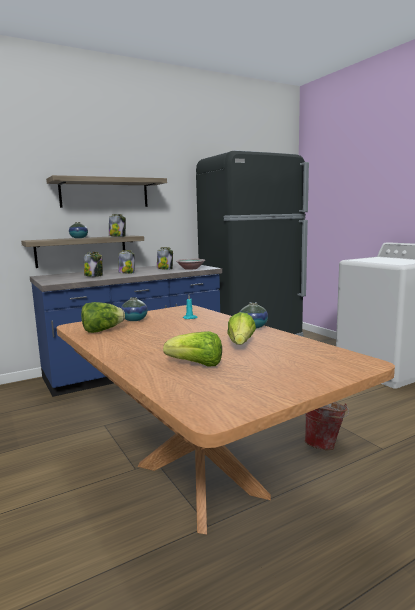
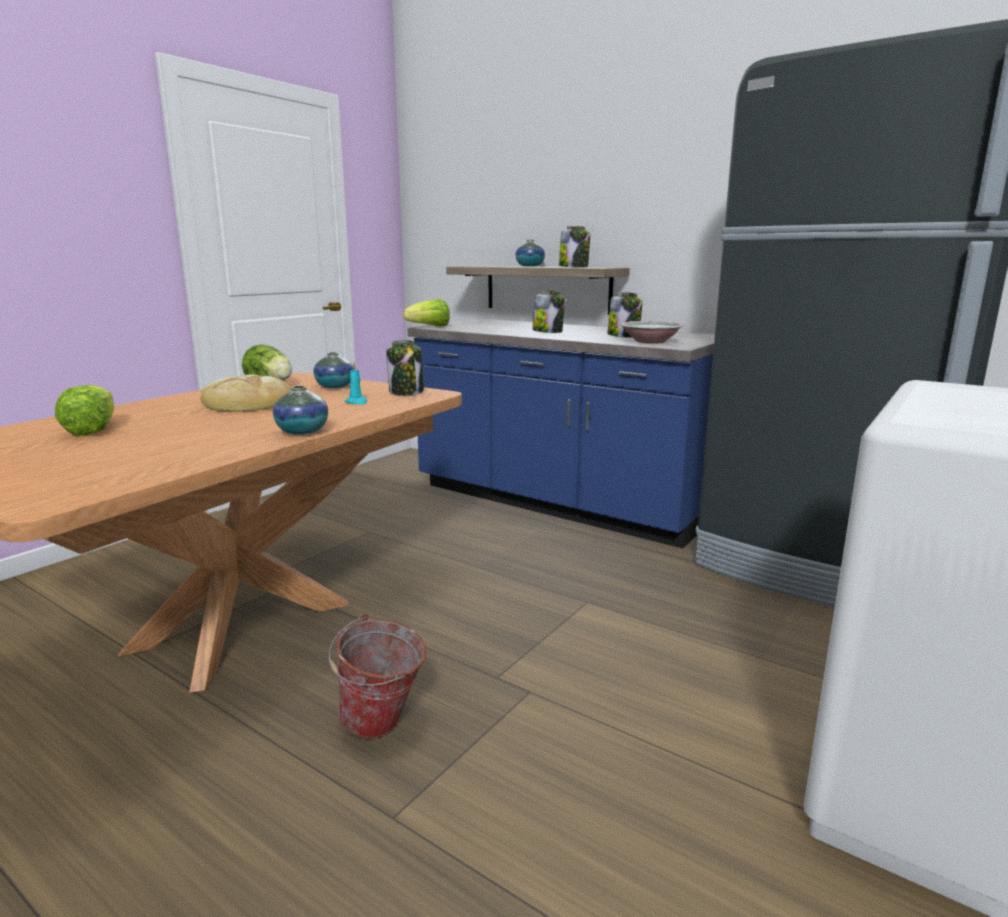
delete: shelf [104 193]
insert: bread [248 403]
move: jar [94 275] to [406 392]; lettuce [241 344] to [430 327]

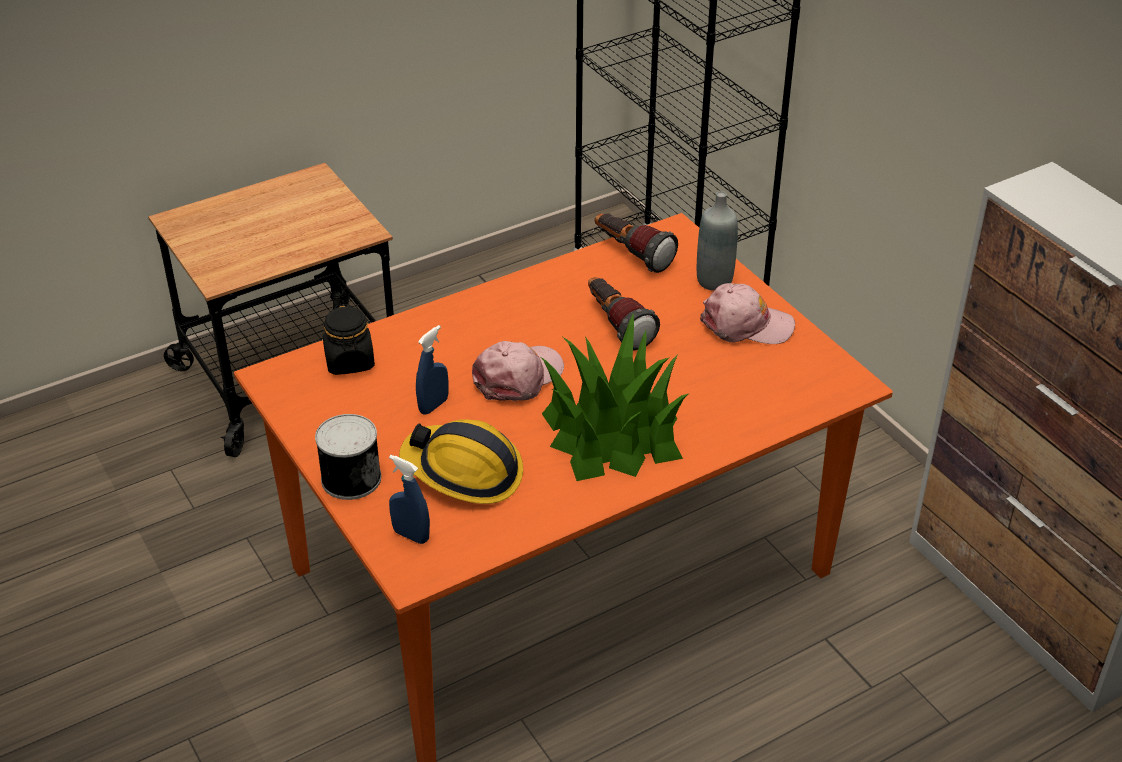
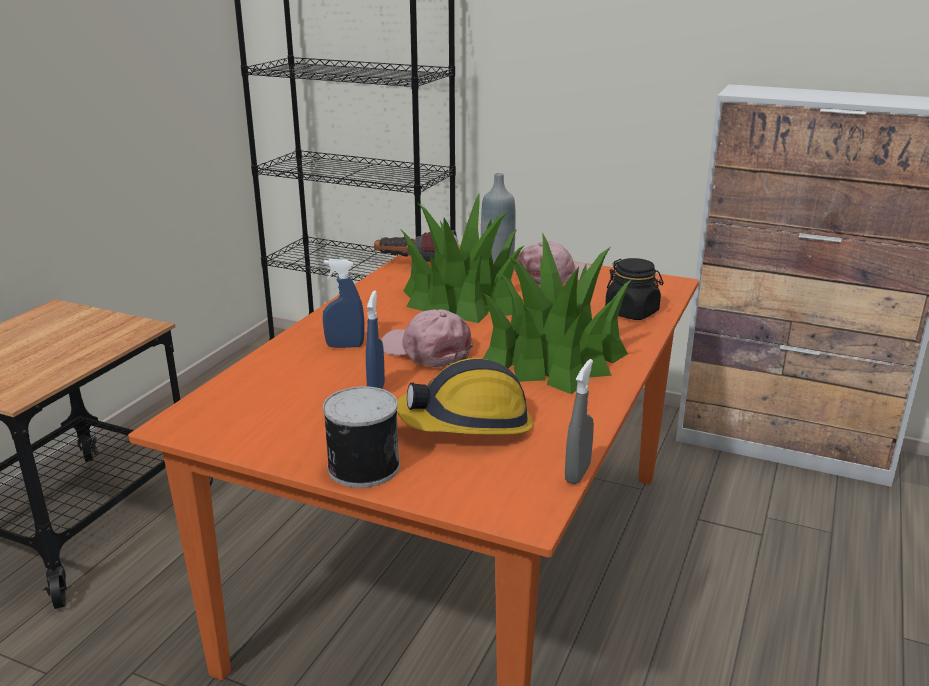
insert: spray bottle/grey [577 473]
move: spray bottle/blue [411 535] to [345 346]; jar/black [350 361] to [632 312]
replace: flashlight [616 325] to potted plant [462 301]
rotate: cap/pink [518 377] = [427 350] 60 degrees counterclockwise

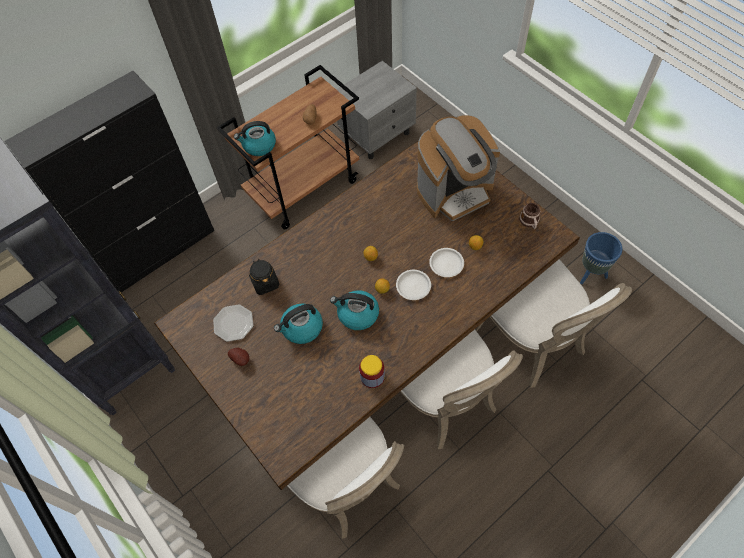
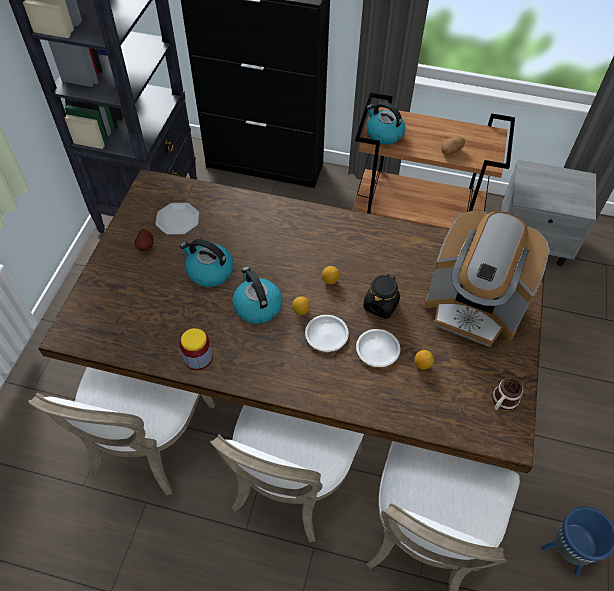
move: jar/black [265 283] to [380 305]

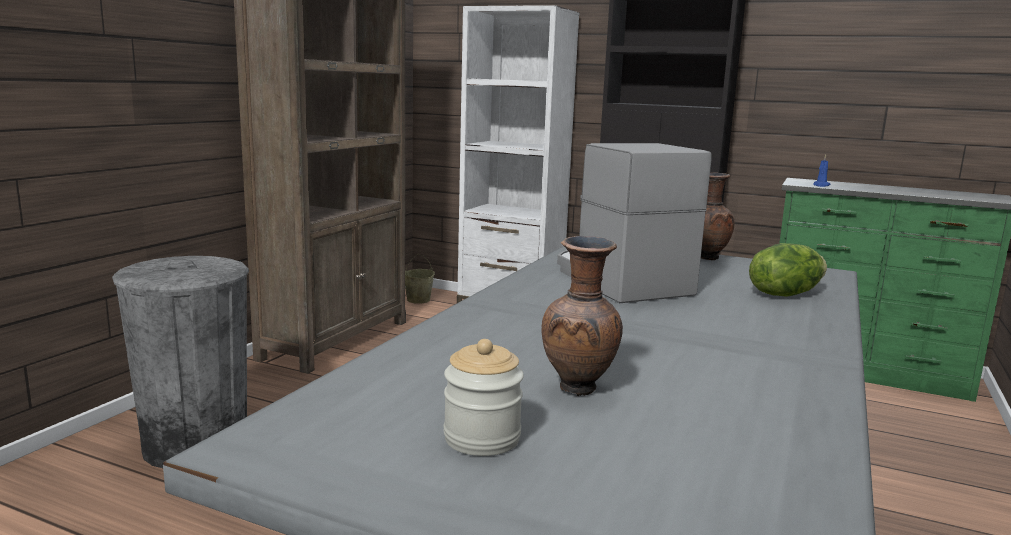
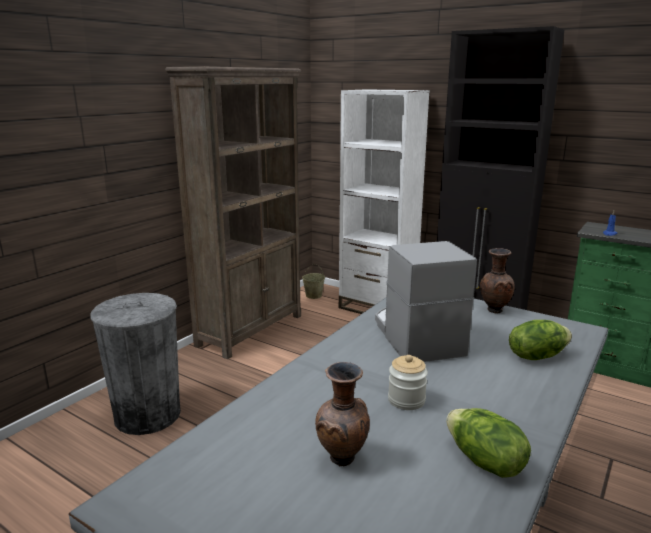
insert: lettuce [484 462]
move: jar [482 438] to [406 400]

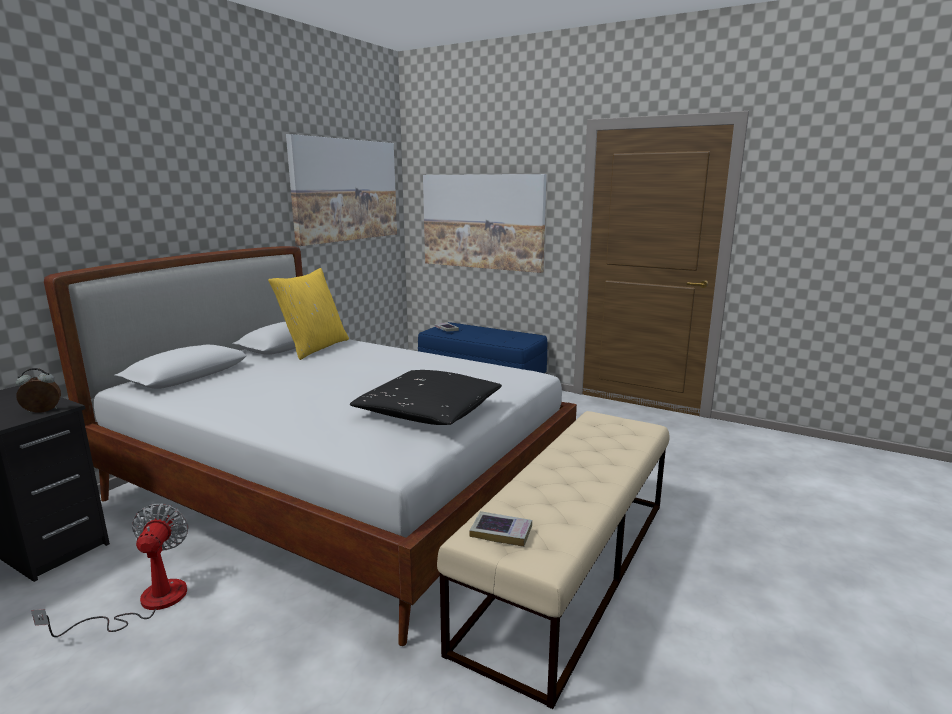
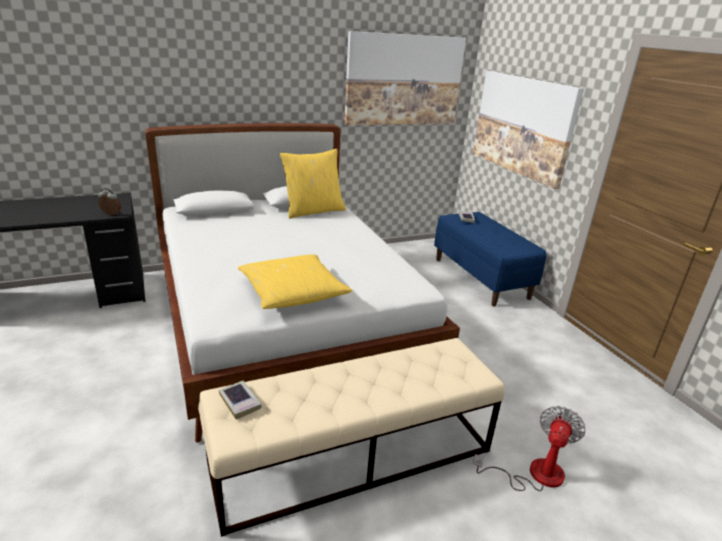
move: fan [146 603] to [534 474]
recolor: pillow/black [429 412] to pillow/yellow [293 292]

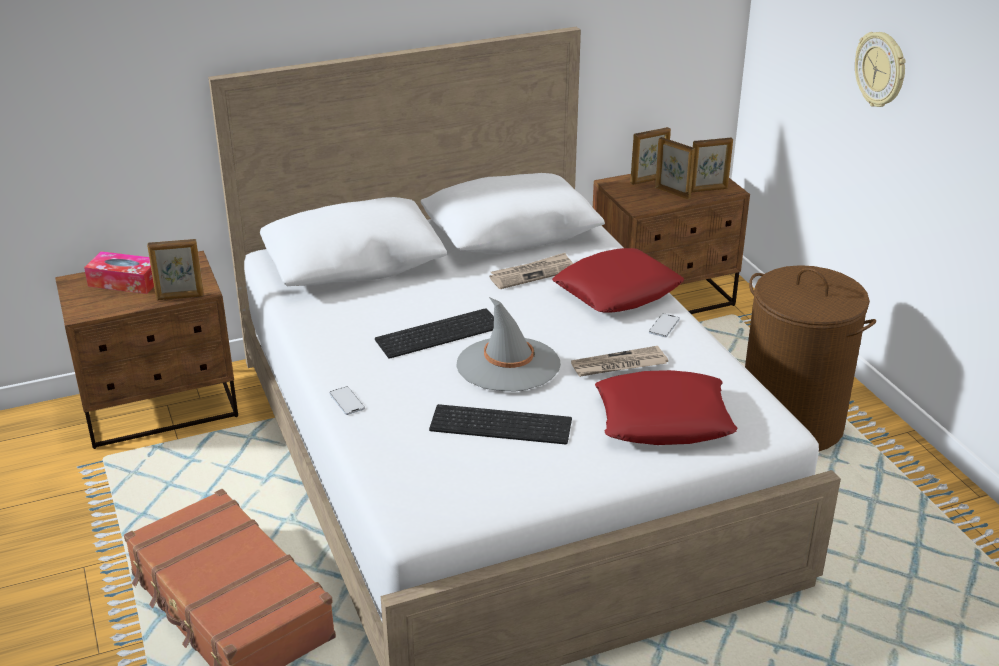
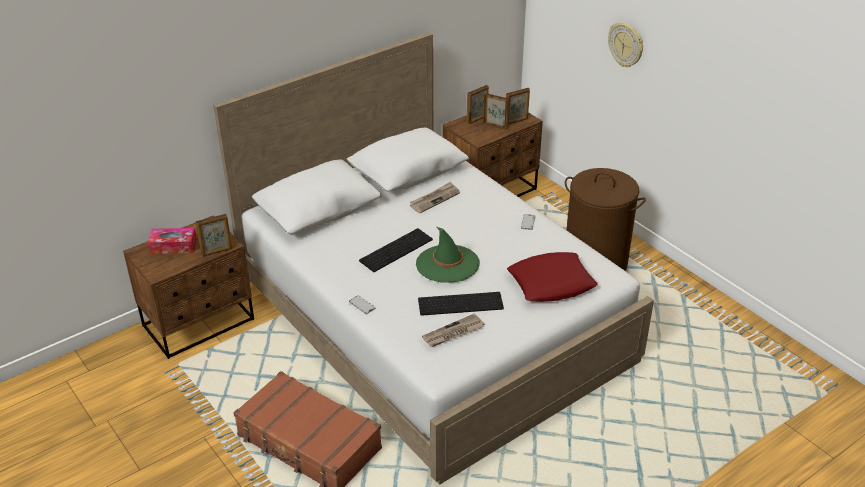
delete: pillow/red [617 290]
move: newspaper [618 365] to [453 333]
recolor: hat/grey [508 365] to hat/green [447 264]

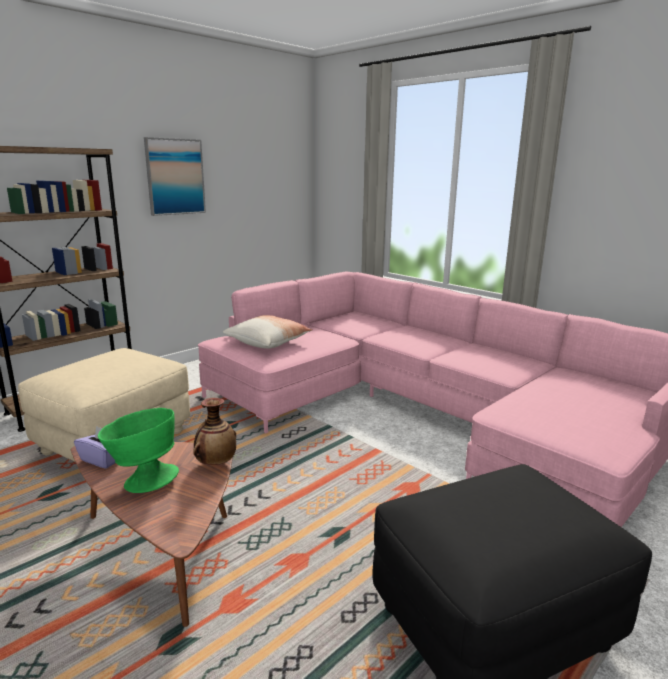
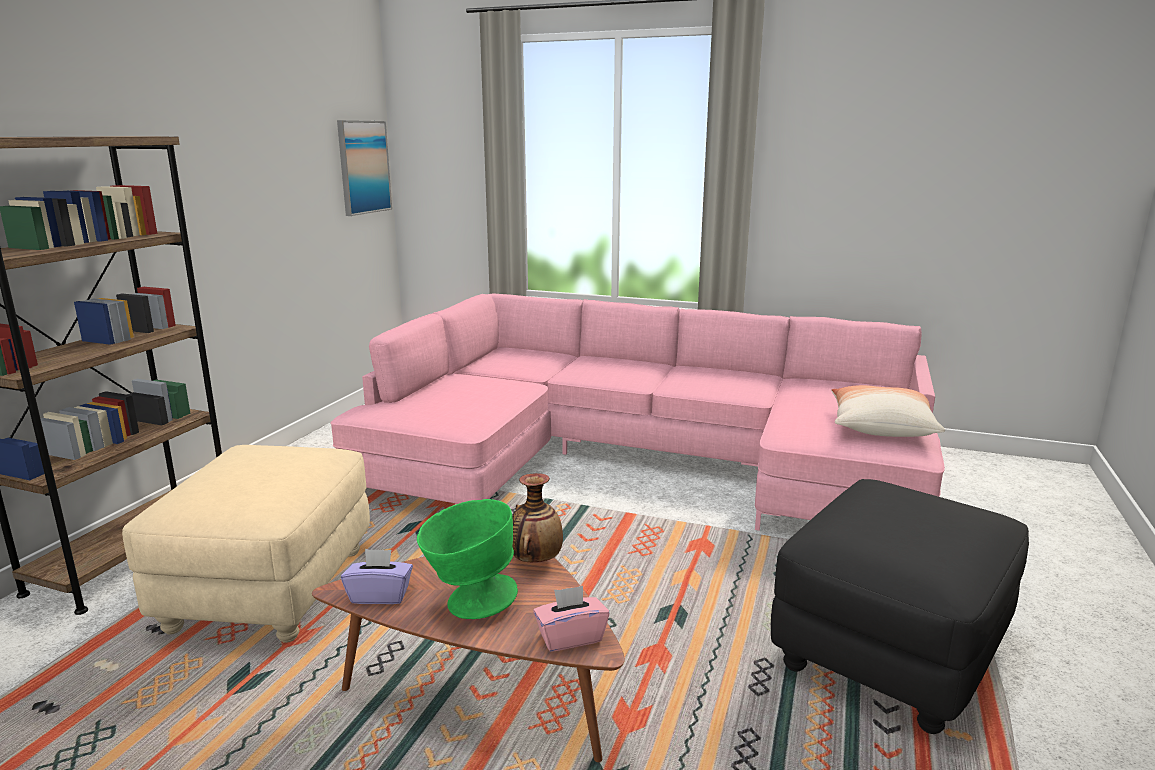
insert: tissue box/pink [570 637]
move: picture [175 177] to [363 167]; pillow [268 342] to [880 427]

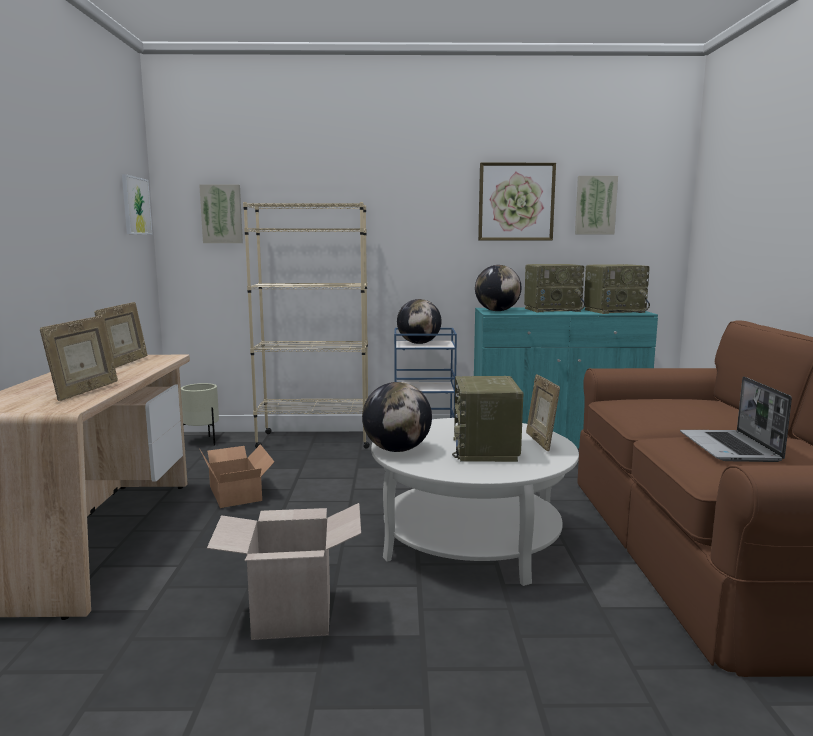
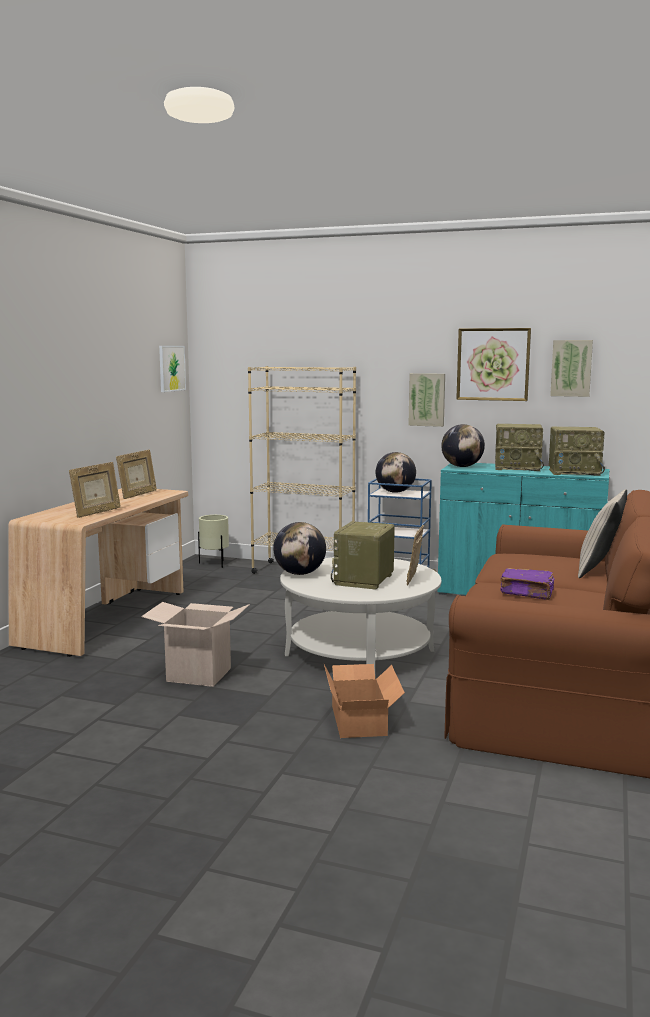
insert: pillow/beige [600 569]
move: cardboard box [237 492] to [361 719]; picture [222 214] to [427 399]
replace: laptop [730 448] to book/purple [527 593]

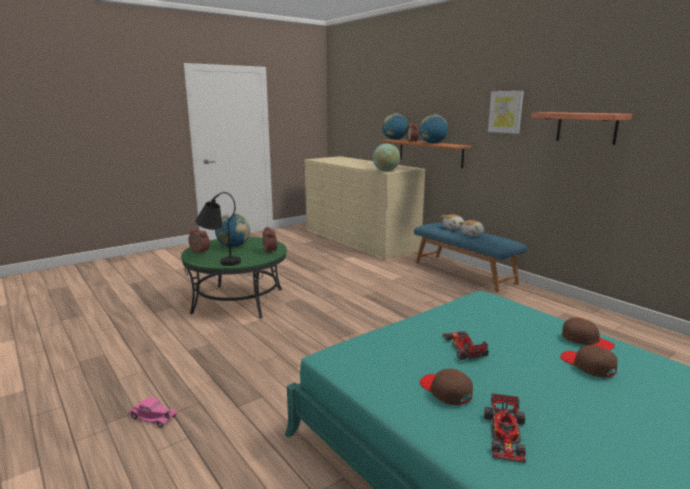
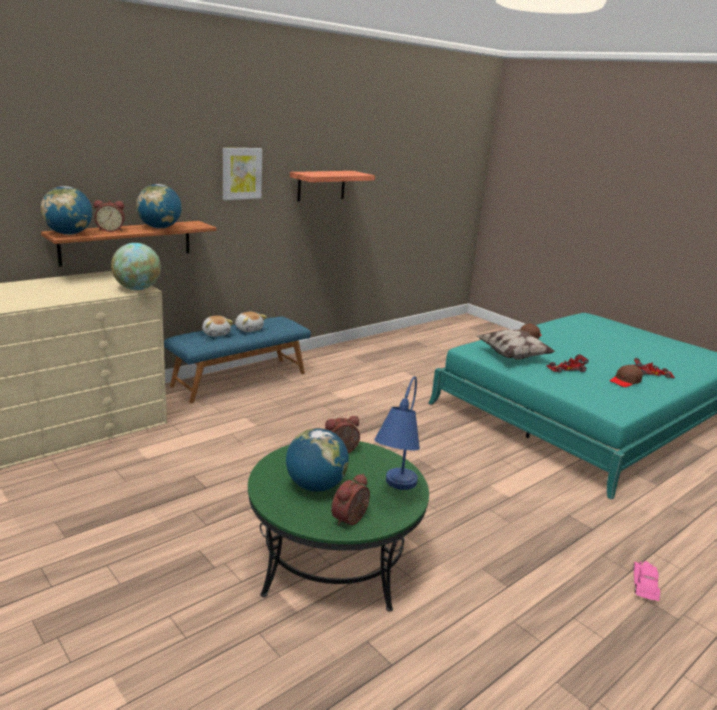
delete: cap/brown [587 366]
insert: pillow [512 356]
recolor: table lamp/black [219 260] to table lamp/blue [394 492]

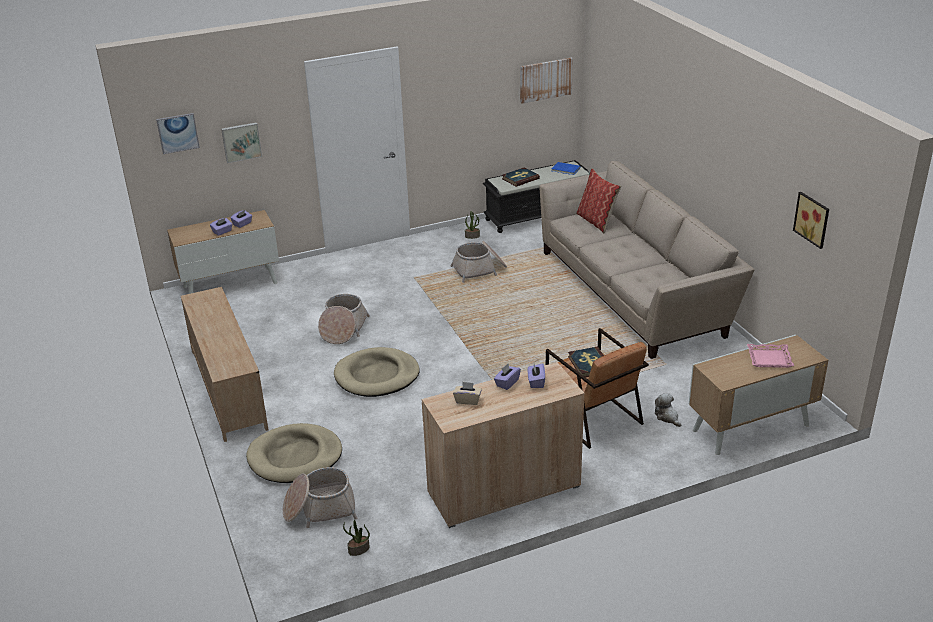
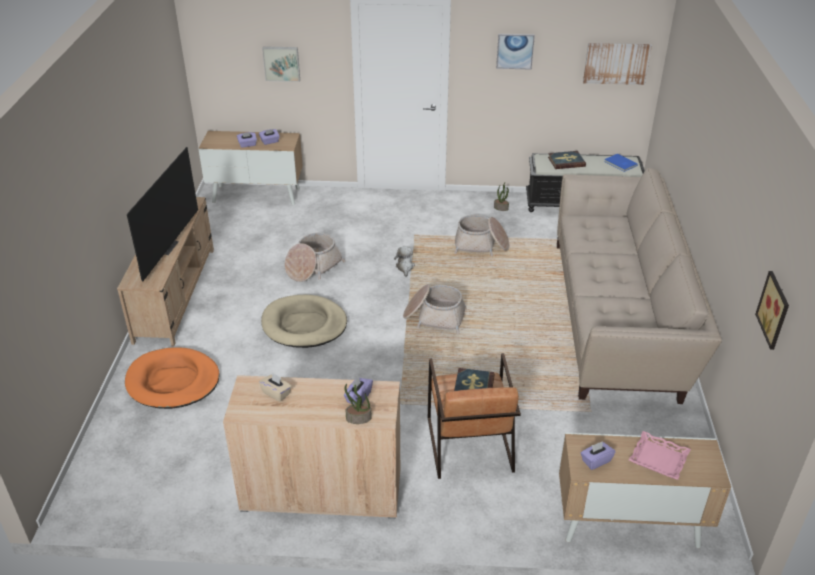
delete: pillow [596 221]
insert: television [166 247]
move: potted plant [358 550] to [358 418]; plush toy [667 417] to [405 267]; basket [319 508] to [434 317]; picture [178 133] to [515 51]; tissue box/purple [507 383] to [595 461]
recolor: dog bed/beige [295 457] to dog bed/orange [173 381]

